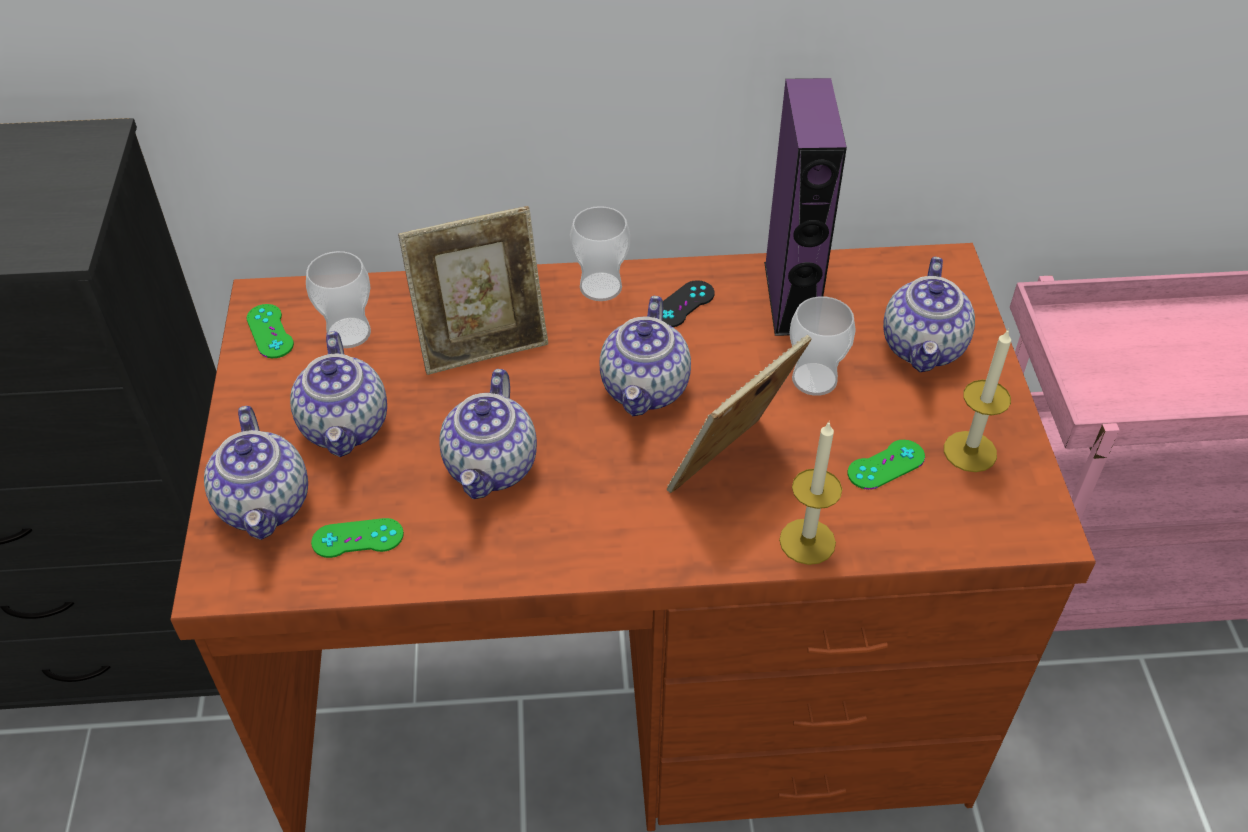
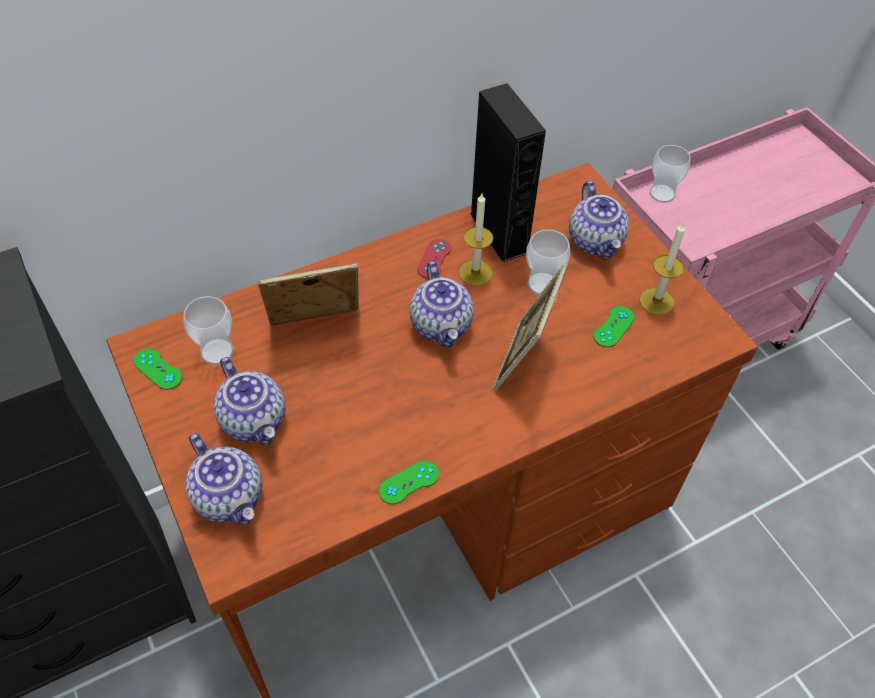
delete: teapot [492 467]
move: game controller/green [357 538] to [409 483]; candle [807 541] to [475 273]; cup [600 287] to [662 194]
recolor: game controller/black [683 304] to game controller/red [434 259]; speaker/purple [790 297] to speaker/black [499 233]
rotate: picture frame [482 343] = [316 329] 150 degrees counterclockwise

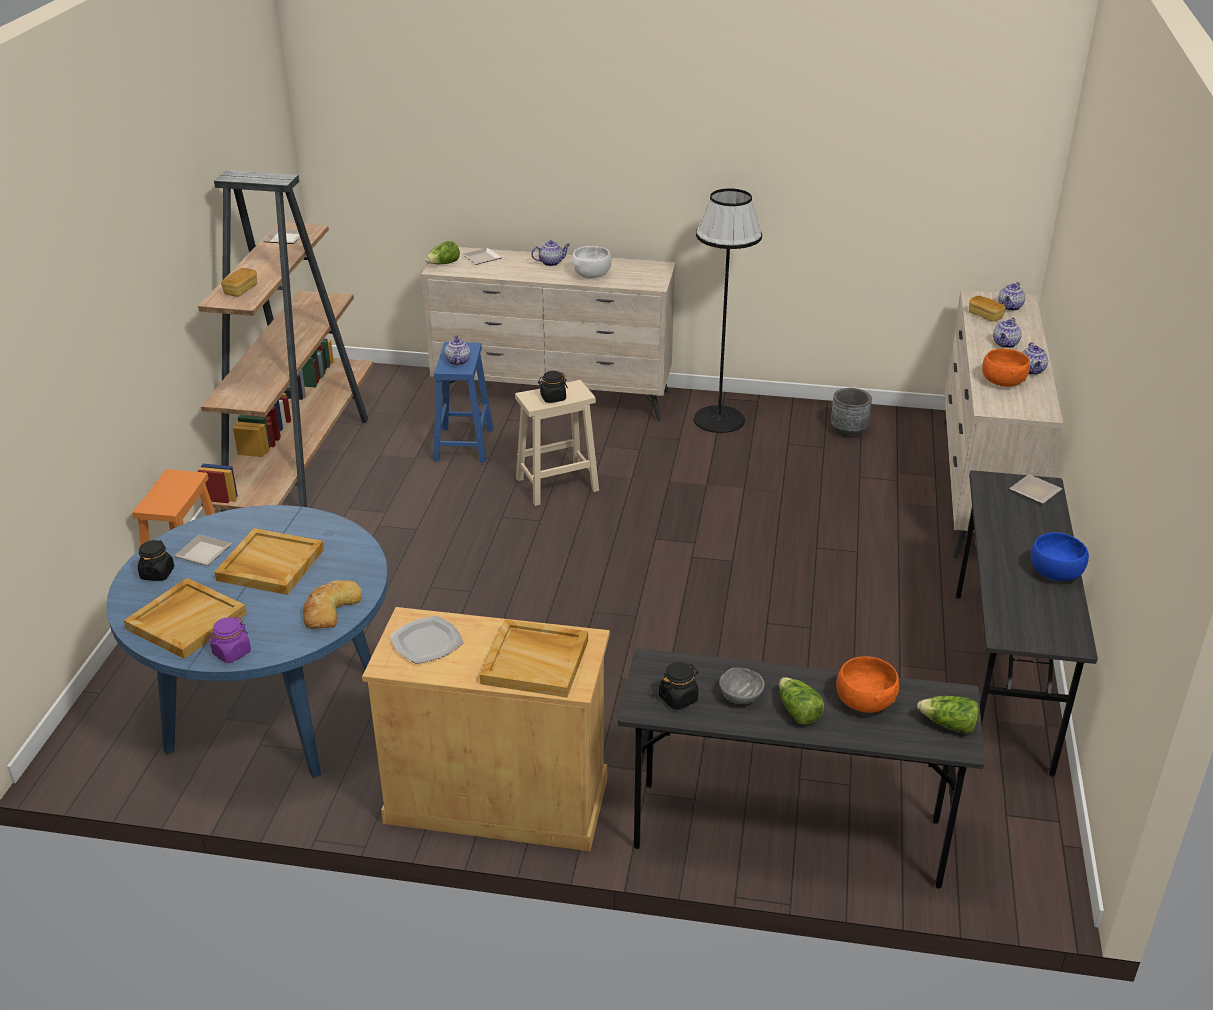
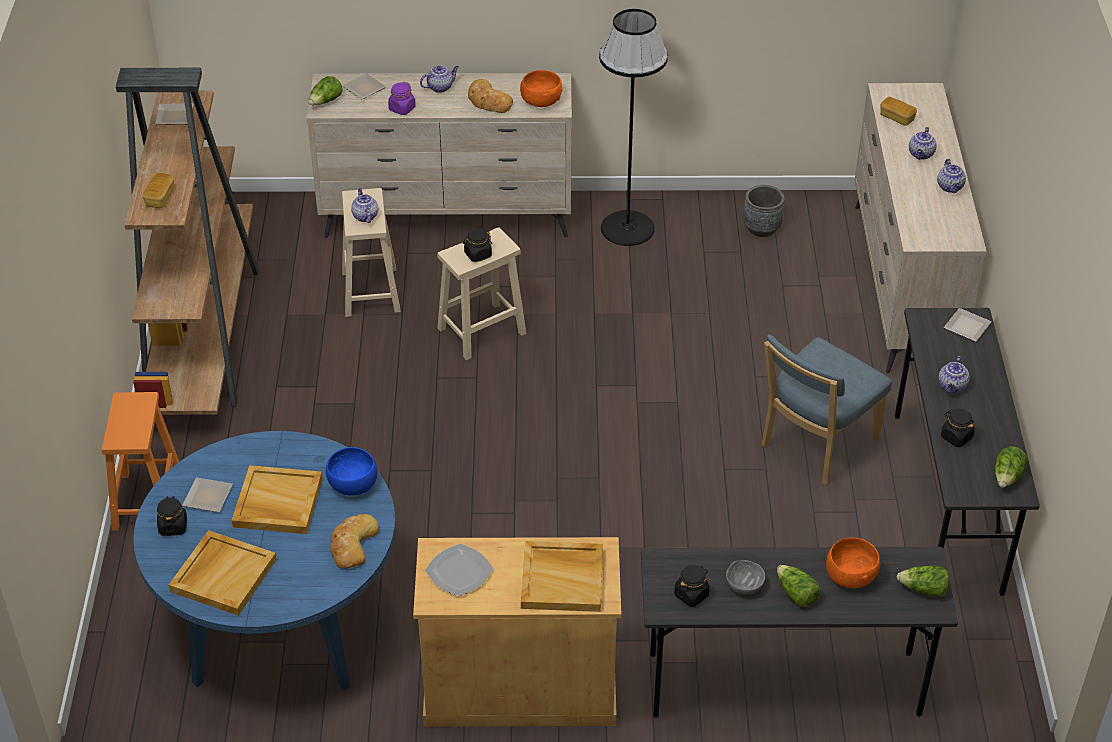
insert: chair/blue [815 445]; jar/black [956 437]; lettuce [1007 477]
move: bowl/blue [1055 573] to [353 485]; jar/purple [231 653] to [402 108]; bowl/orange [1002 382] to [540 101]; teapot [1010 307] to [952 386]
replace: bowl/white [592 275] to bread [488 101]
recolor: stool/blue [463 444] to stool/beige [370 290]

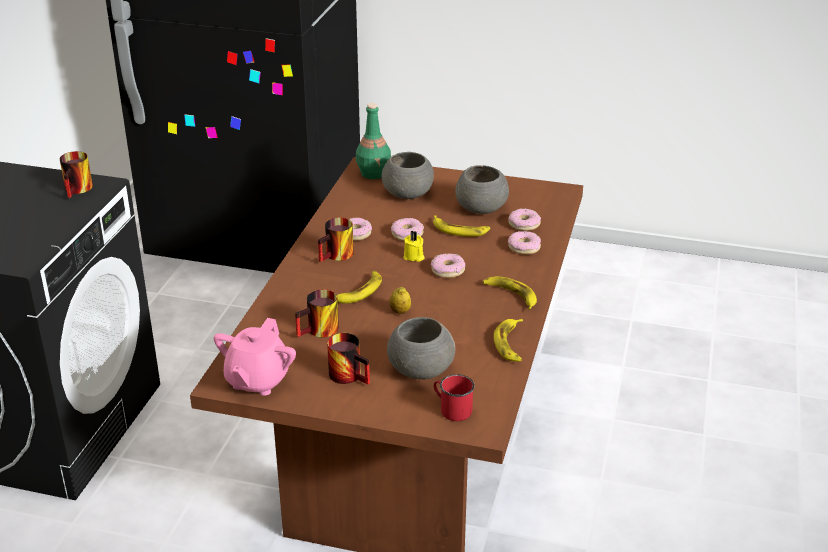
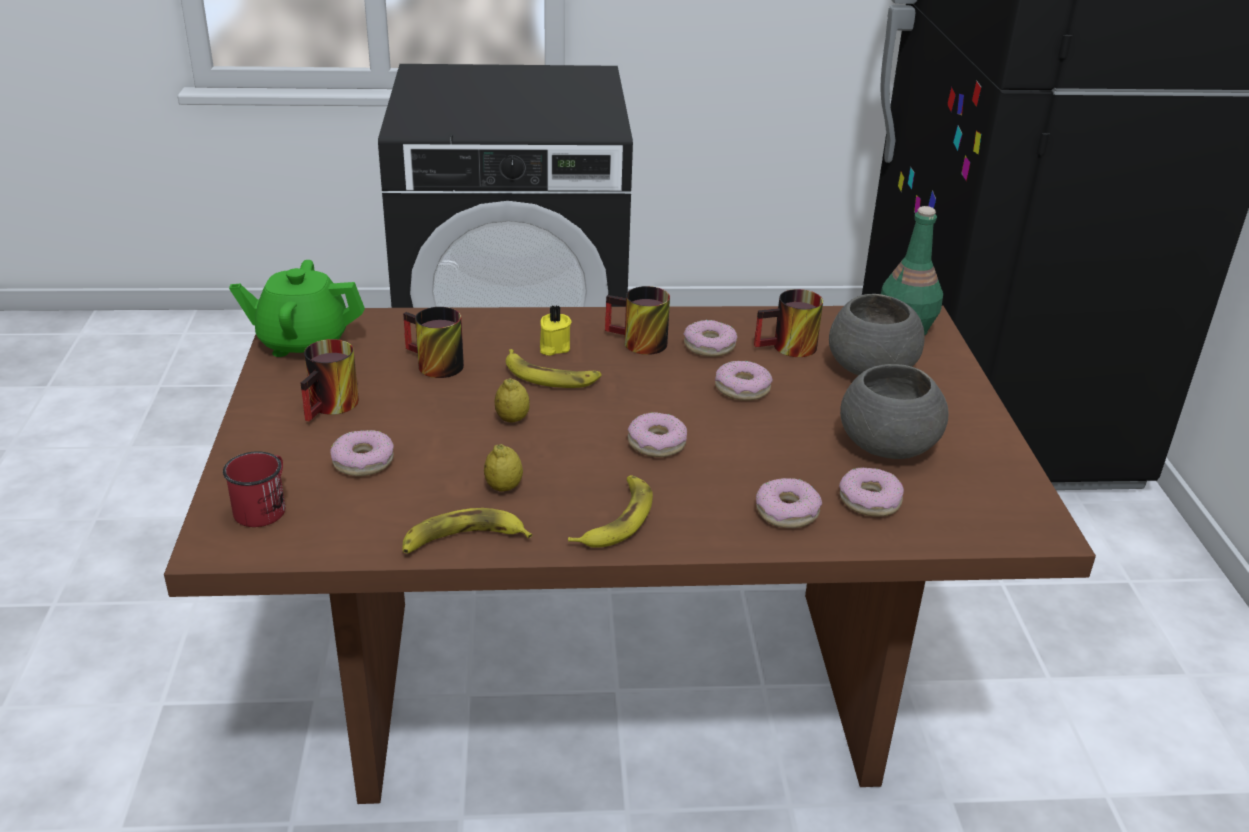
delete: banana [460 230]
insert: lemon [503 487]
move: candle/yellow [414 256] to [553 347]; mug [79 190] to [789 349]
replace: bowl/grey [419 369] to donut [363 461]
recolor: teapot/pink [257 380] to teapot/green [303 343]

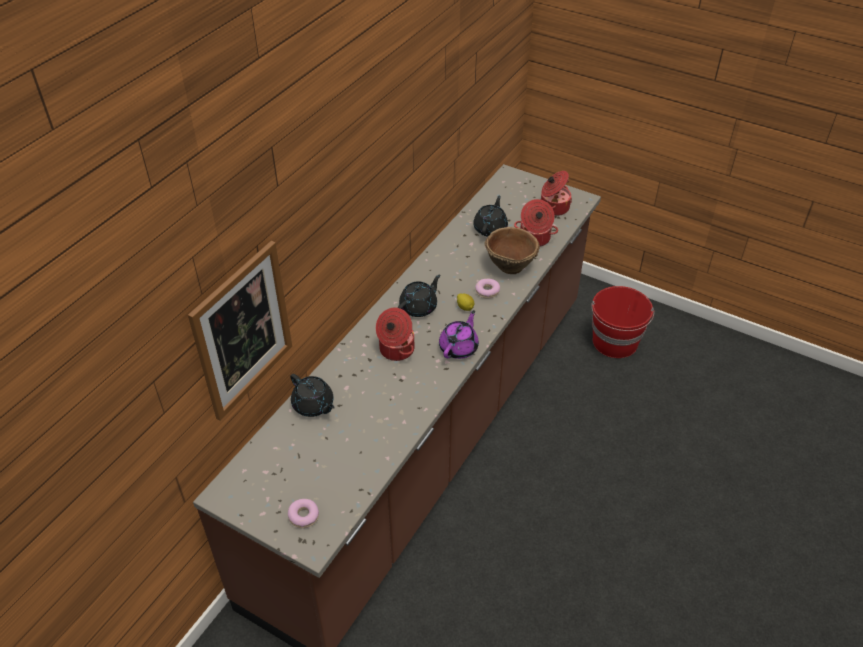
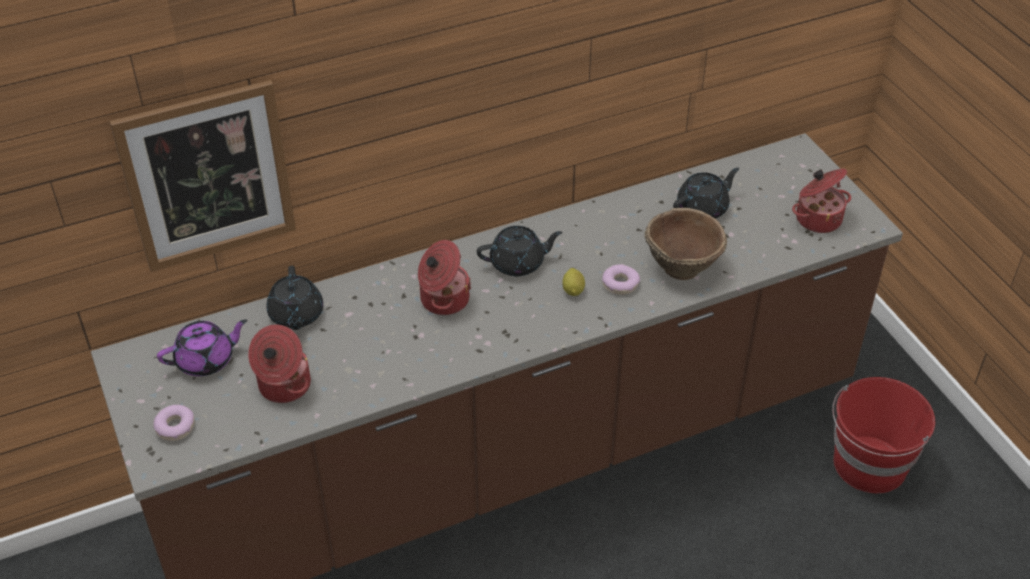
move: teapot/purple [459 347] to [206 360]; cooking pot [534 239] to [283 386]

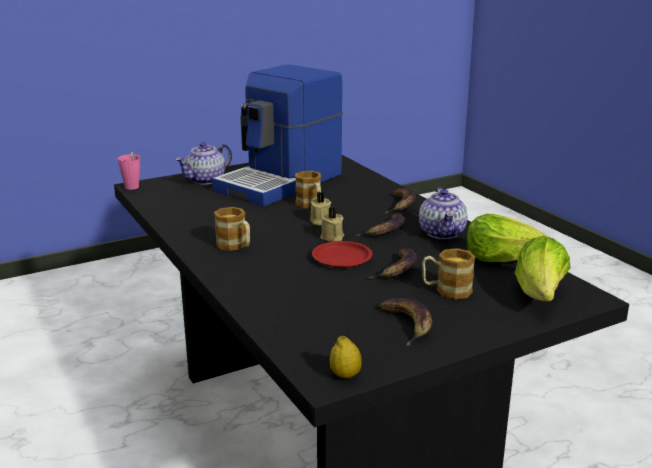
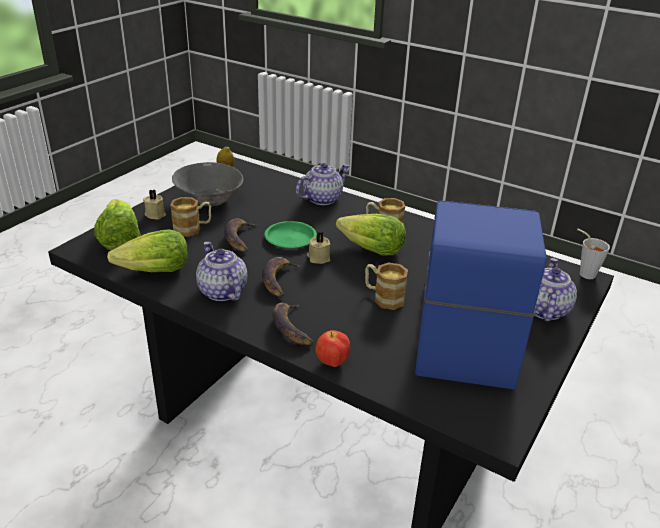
insert: teapot [322 198]; apple [332 362]; lettuce [371 250]
move: candle/beige [319 221] to [155 214]
replace: banana [407 324] to bowl/grey [208 199]
recolor: plate/red [341 258] to plate/green [290 238]; cup/pink [131 188] to cup/grey [584 273]

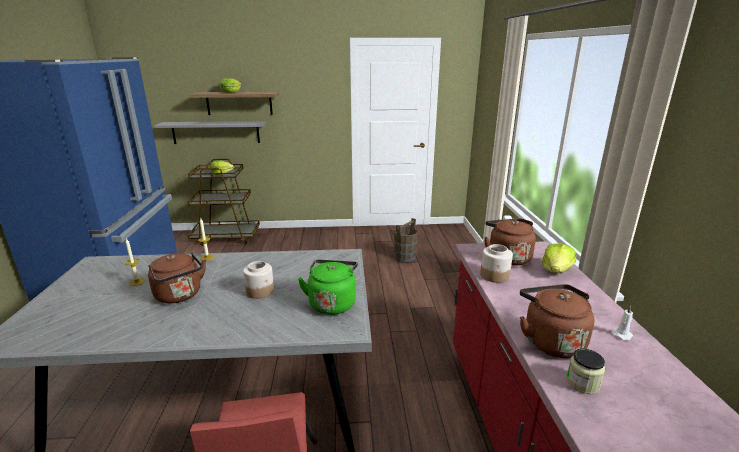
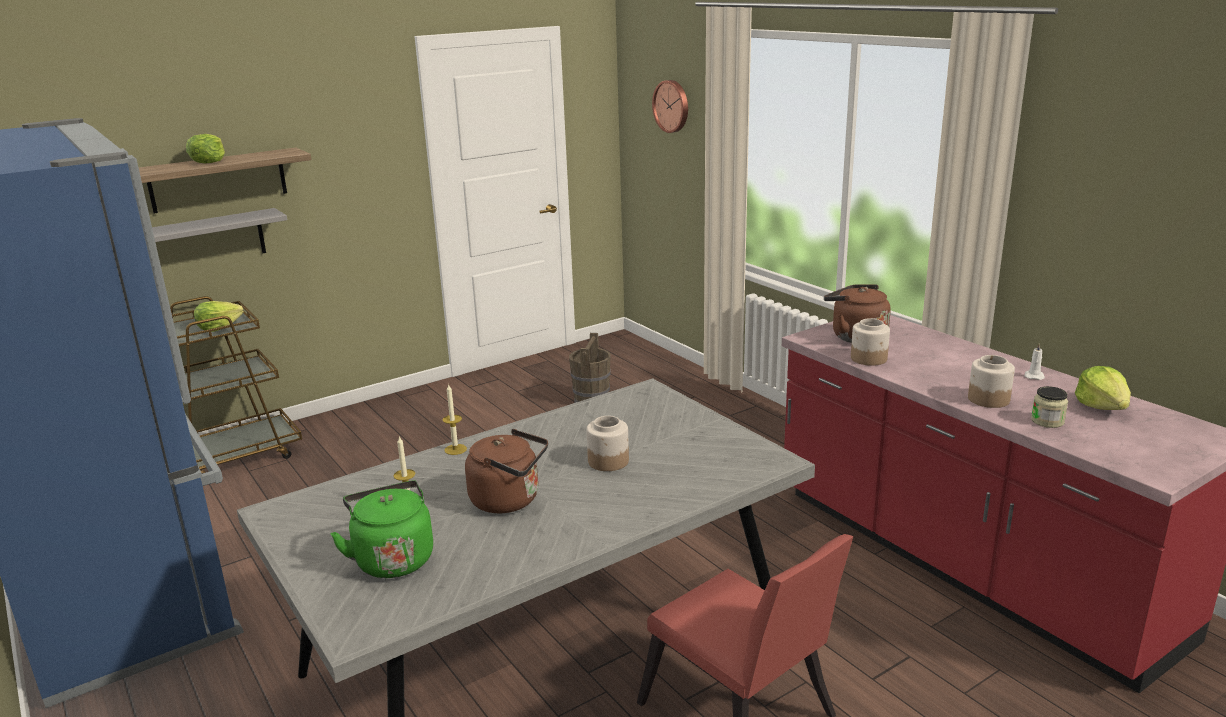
insert: wall clock [672 106]
move: kettle/green [332 303] to [392 558]; lettuce [556 270] to [1102 406]
replace: kettle/brown [550 341] to jar [988 399]

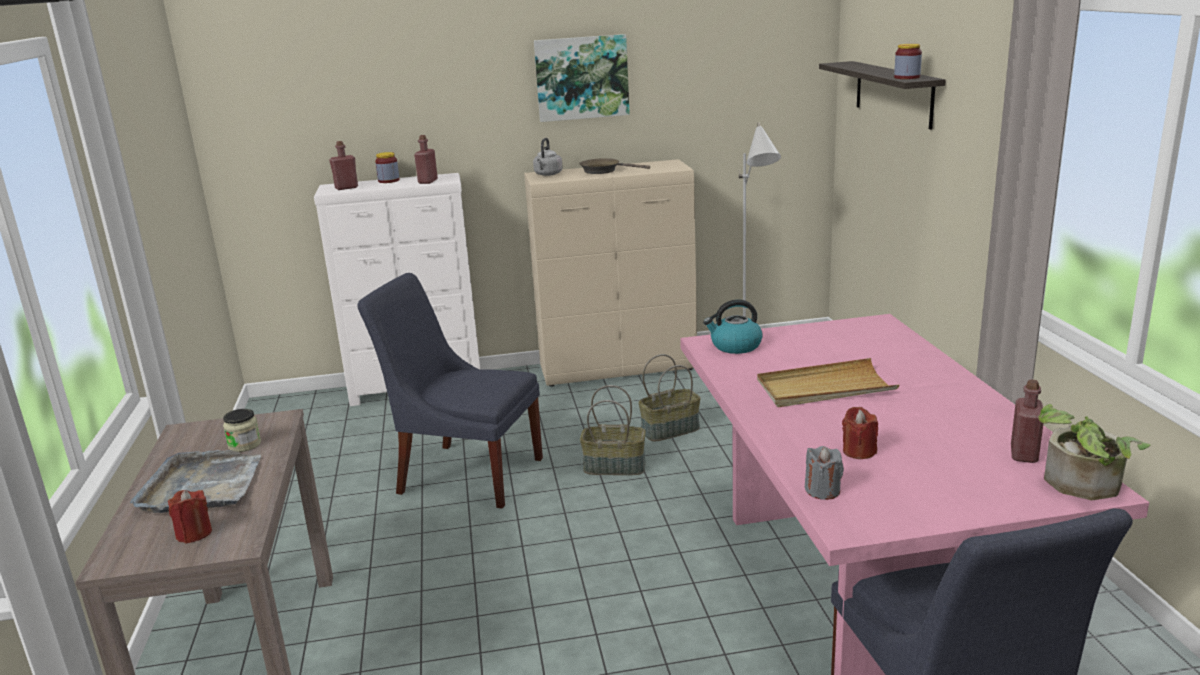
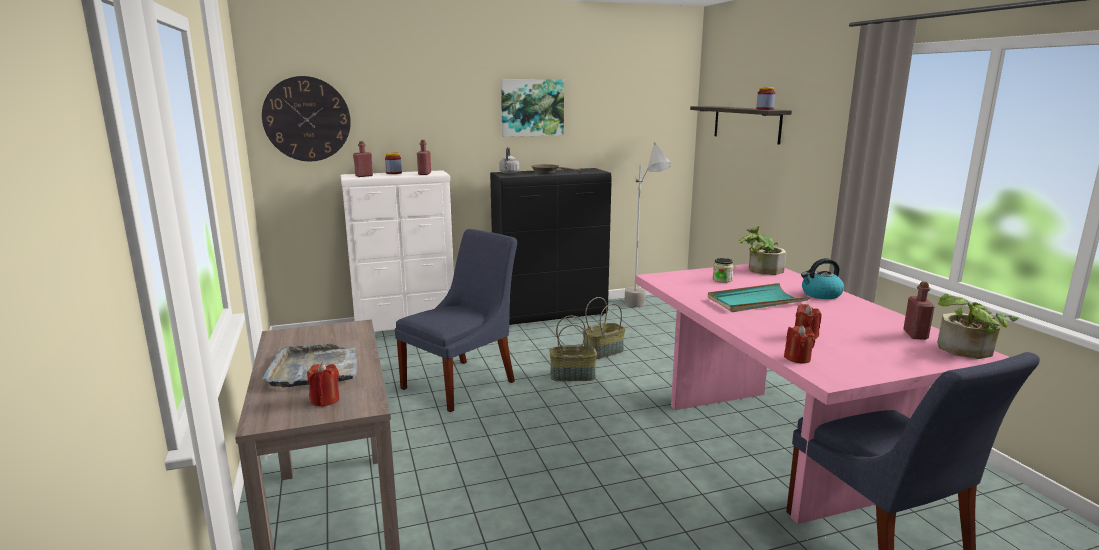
insert: wall clock [307 119]; potted plant [760 270]
move: jar [244 445] to [722 280]; kettle [735 346] to [820 294]
recolor: cabinet/beige [619 369] to cabinet/black [551 315]; tray/beige [824 388] to tray/turquoise [756 301]; candle/grey [822 491] to candle/red [797 358]
rotate: chair/blue [465 474] = [462 383] 120 degrees clockwise

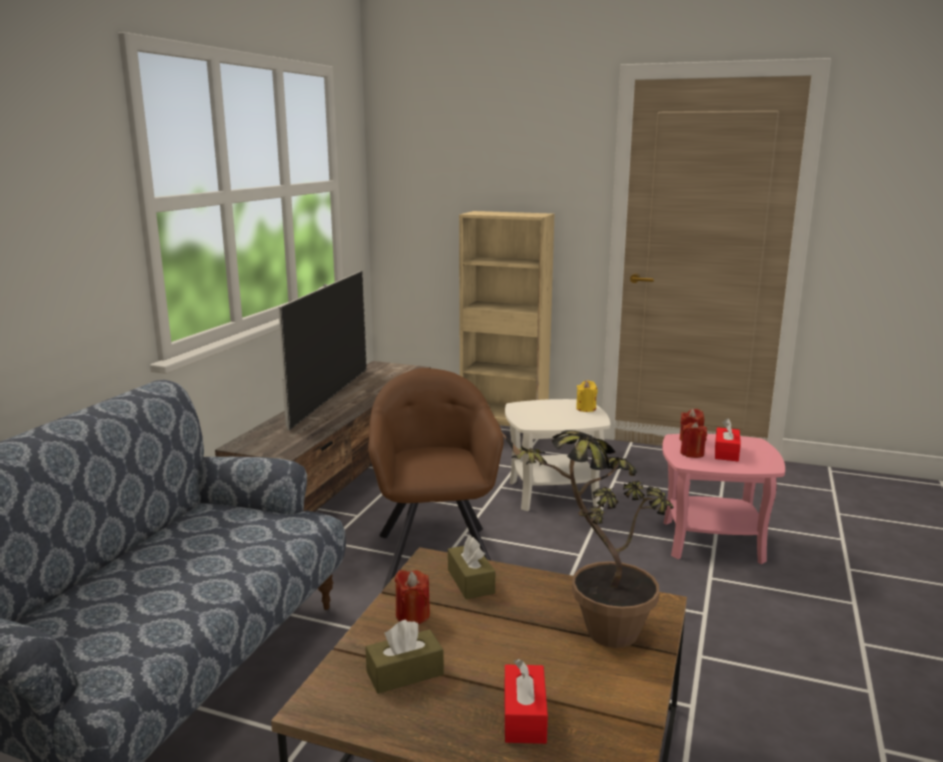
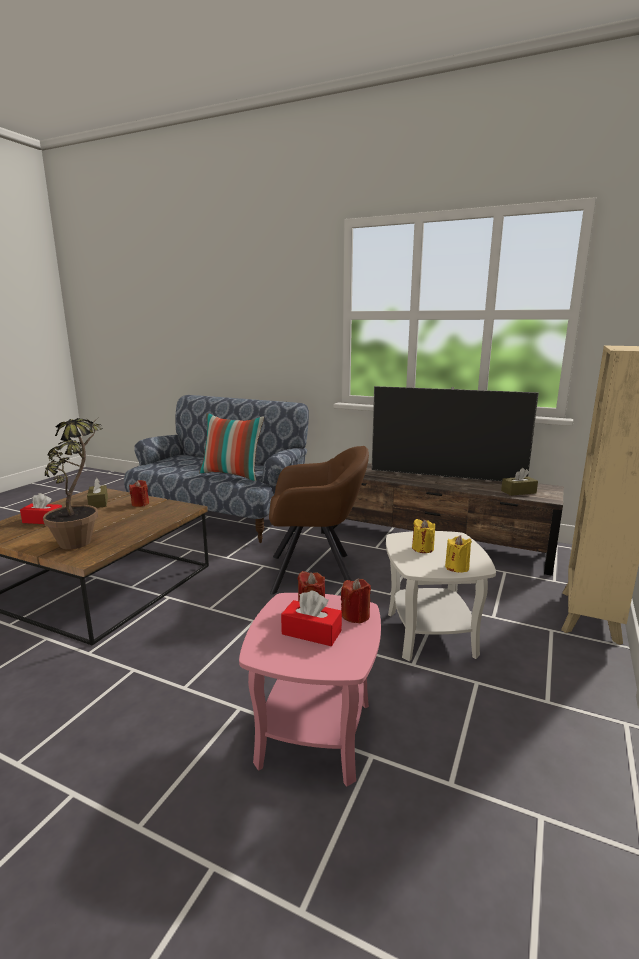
insert: pillow [232 475]; candle/yellow [422 548]
move: tissue box/brown [470 581] to [518 492]

